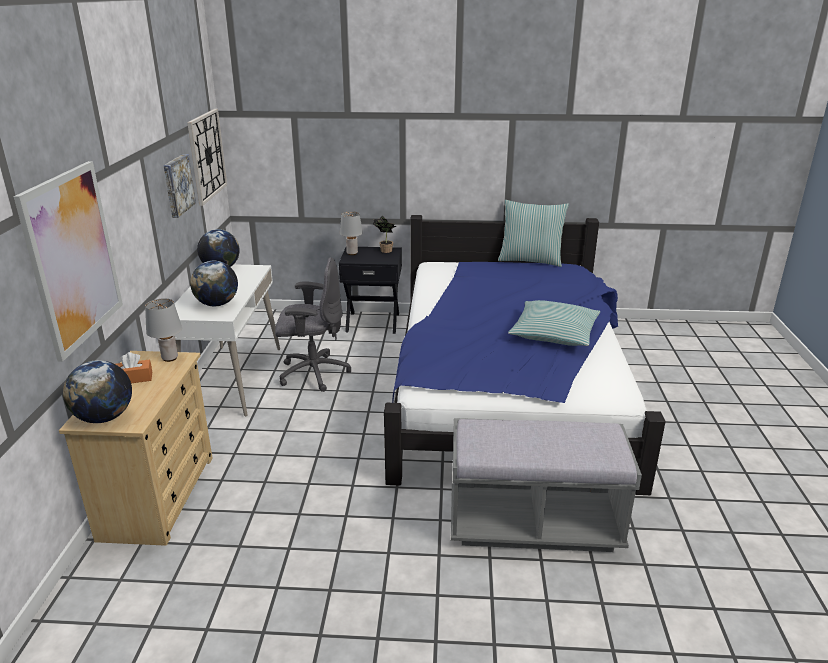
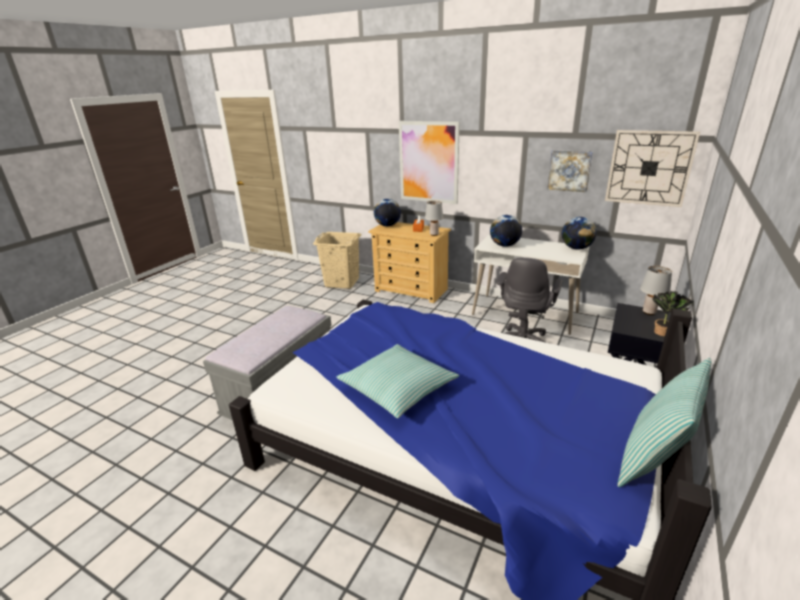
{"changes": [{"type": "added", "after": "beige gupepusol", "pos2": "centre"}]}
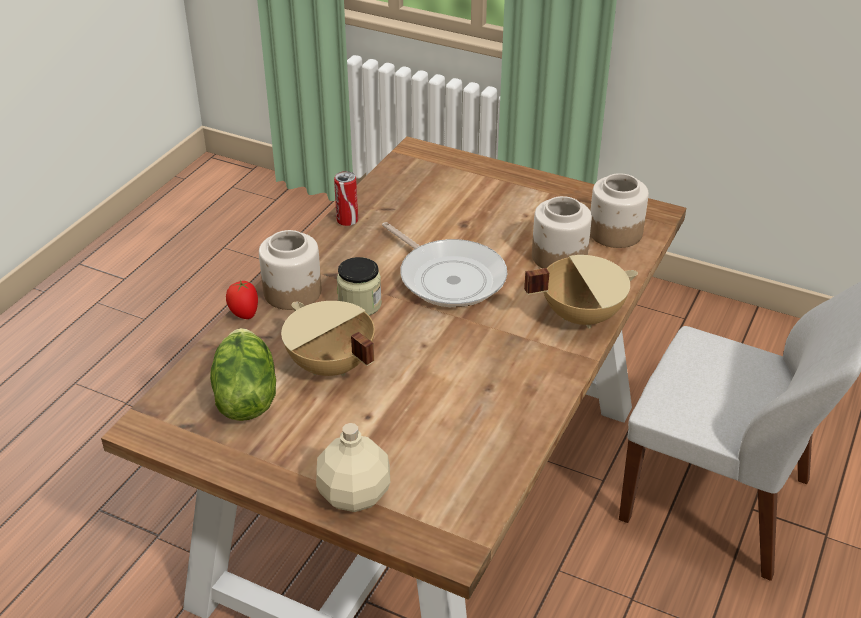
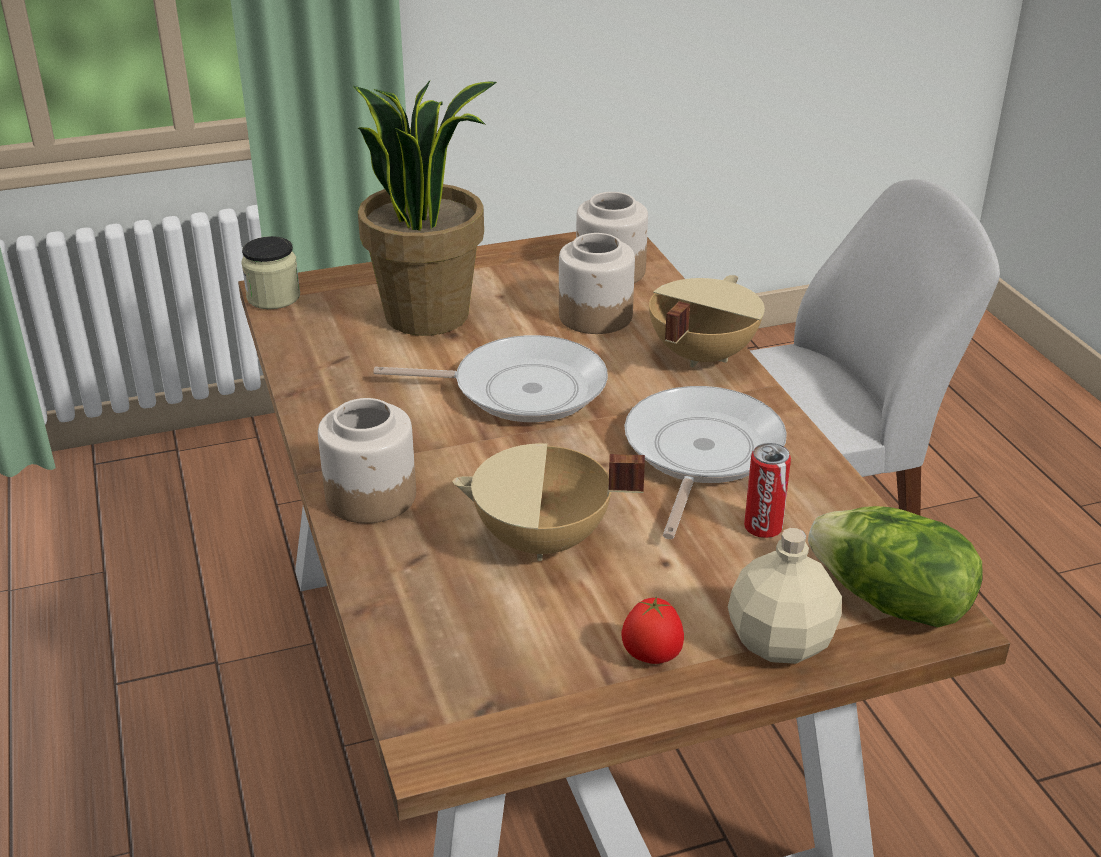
{"changes": [{"type": "moved", "before": "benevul (2nd from left in the first image)", "after": "benevul (1st from left)", "pos1": "centre", "pos2": "top left"}, {"type": "added", "after": "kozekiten", "pos2": "top centre"}, {"type": "moved", "before": "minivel", "pos1": "middle left", "pos2": "bottom centre"}, {"type": "added", "after": "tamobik (2nd from left)", "pos2": "centre"}, {"type": "moved", "before": "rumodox", "pos1": "top centre", "pos2": "middle right"}, {"type": "moved", "before": "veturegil", "pos1": "middle left", "pos2": "middle right"}]}
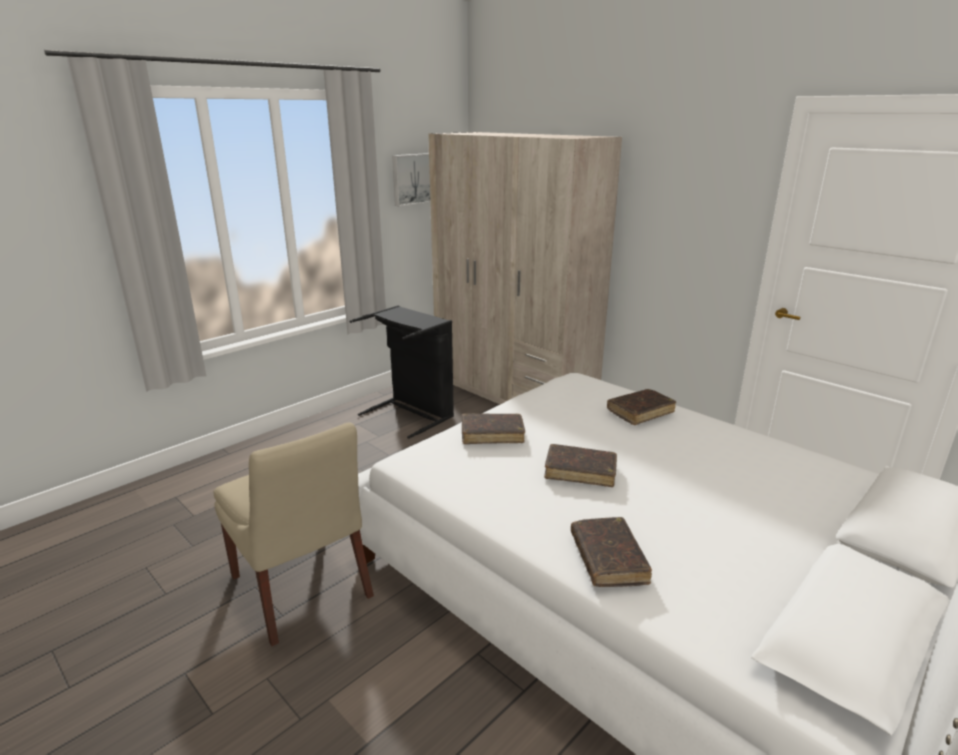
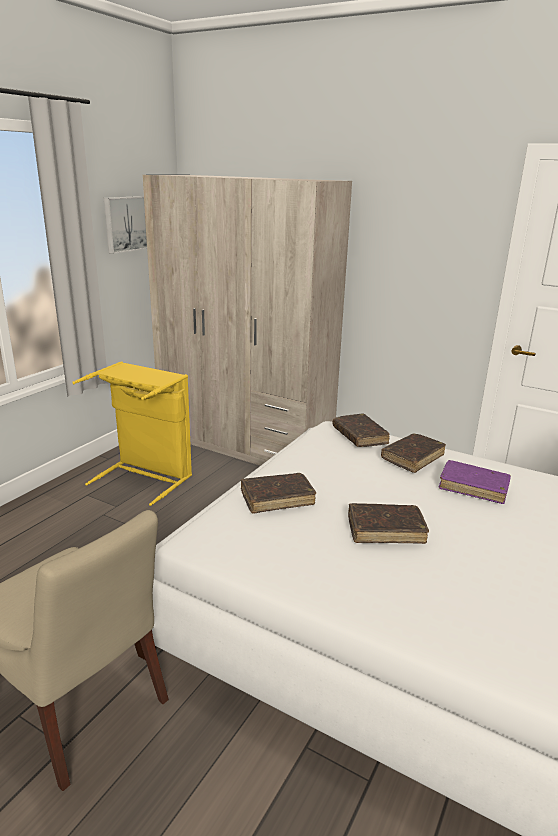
{"changes": [{"type": "recoloured", "before": "black gupepusol", "after": "yellow gupepusol", "pos1": "centre", "pos2": "middle left"}, {"type": "moved", "before": "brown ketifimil (3rd from left in the first image)", "after": "brown ketifimil (2nd from left)", "pos1": "bottom centre", "pos2": "centre"}, {"type": "added", "after": "purple ketifimil", "pos2": "middle right"}]}
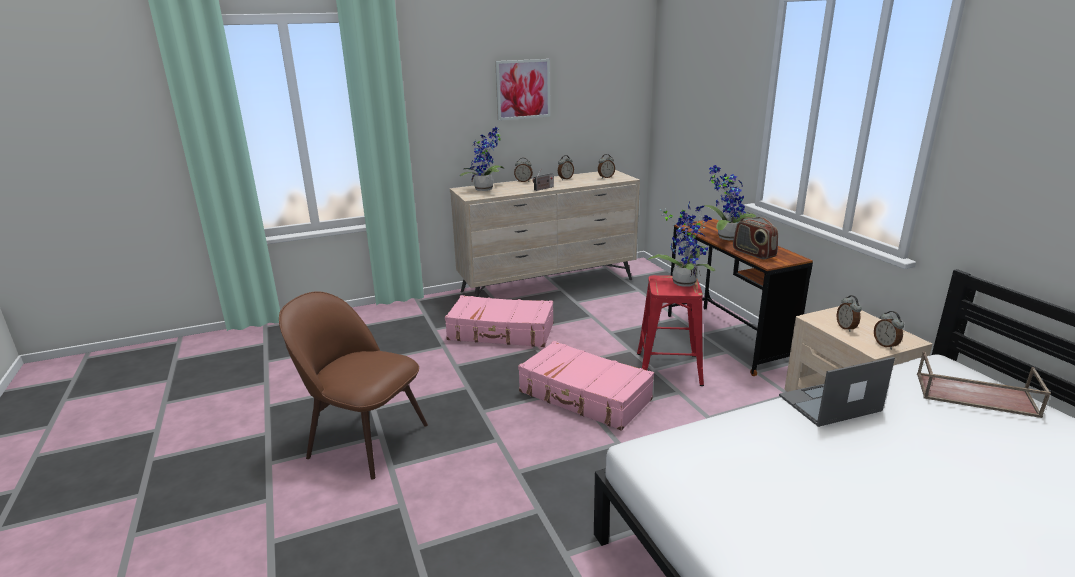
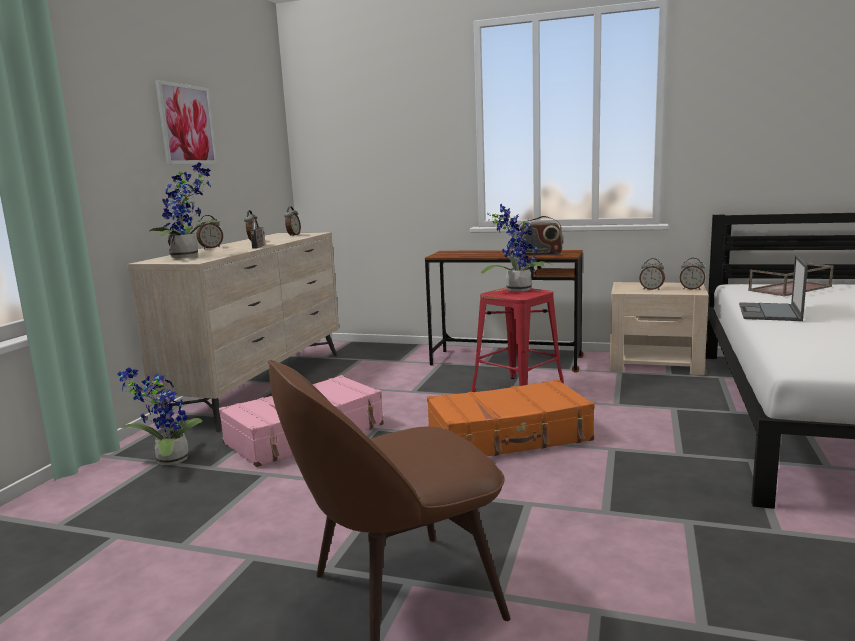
{"changes": [{"type": "moved", "before": "kozekiten (3rd from left in the first image)", "after": "kozekiten (1st from left)", "pos1": "middle right", "pos2": "middle left"}, {"type": "recoloured", "before": "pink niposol (2nd from left)", "after": "orange niposol", "pos1": "bottom centre", "pos2": "centre"}]}
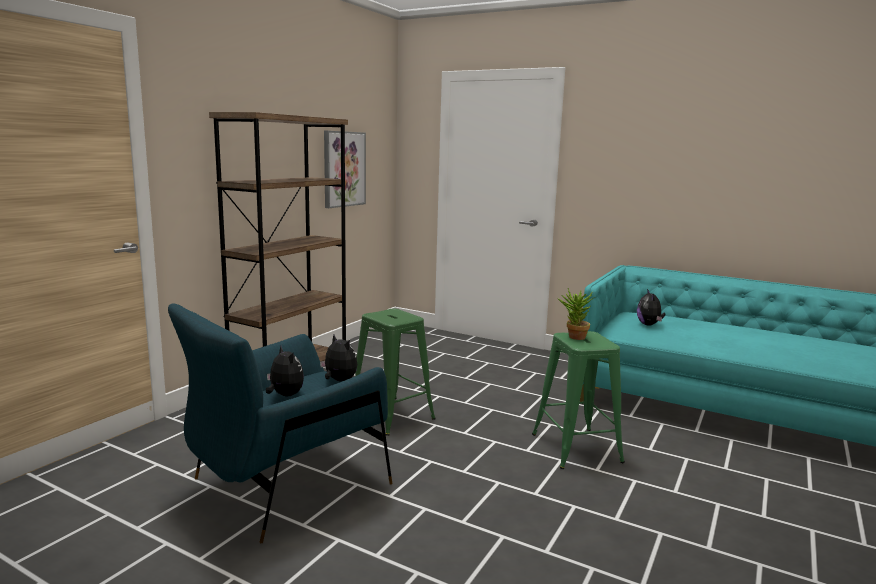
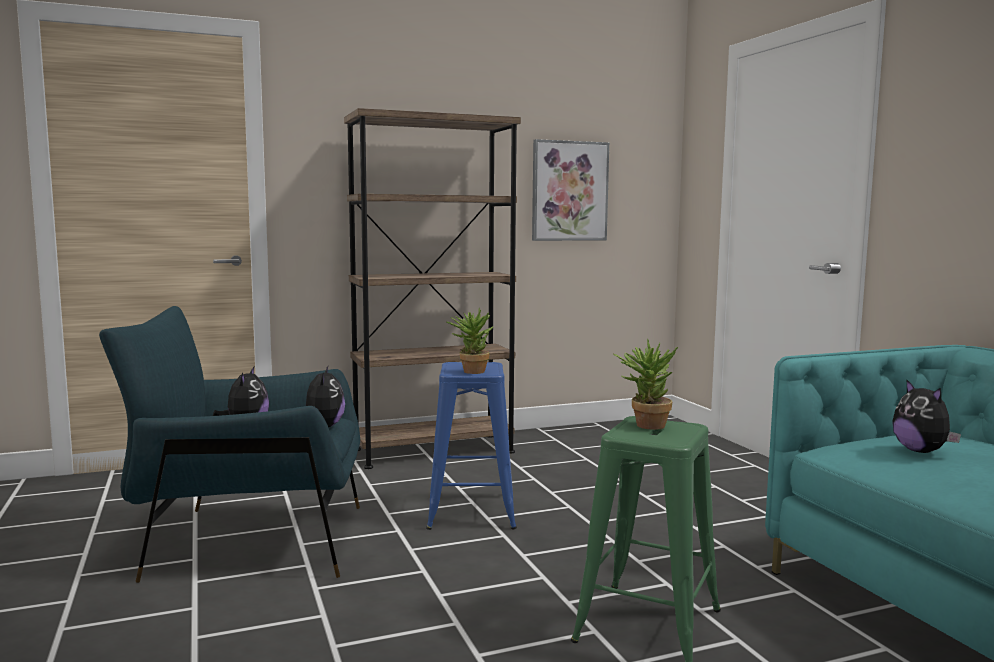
{"changes": [{"type": "recoloured", "before": "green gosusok (1st from left)", "after": "blue gosusok", "pos1": "centre", "pos2": "bottom centre"}, {"type": "added", "after": "kozekiten (1st from left)", "pos2": "centre"}, {"type": "turned", "before": "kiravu (3rd from left)", "pos1": "middle right", "pos2": "middle right", "turn": -60}]}
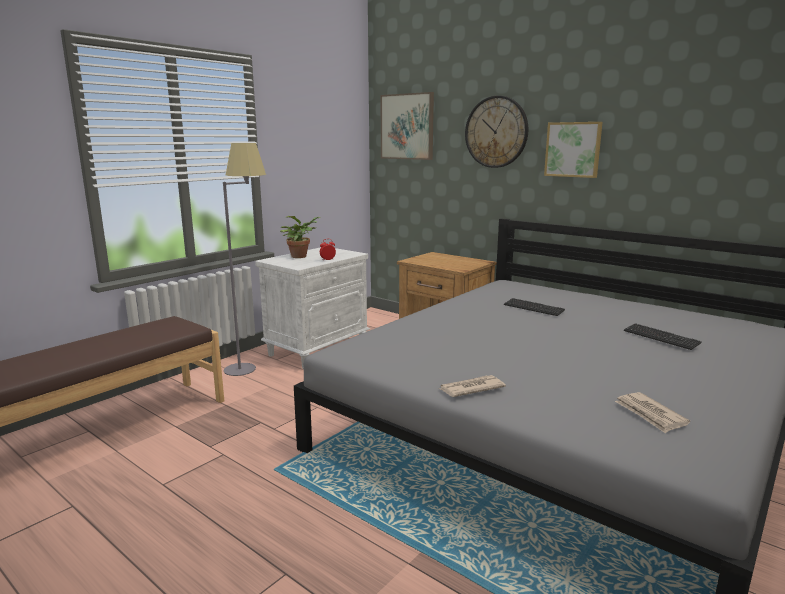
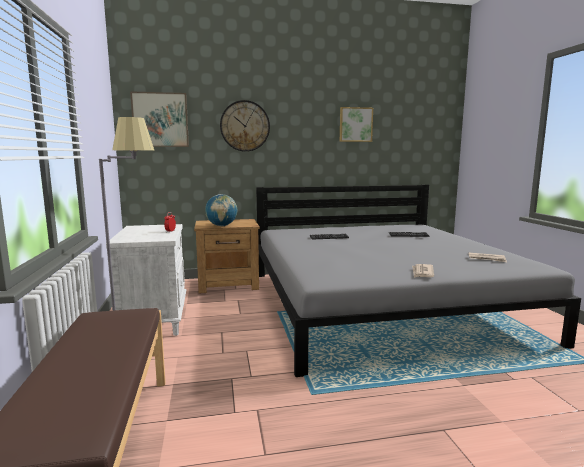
{"changes": [{"type": "added", "after": "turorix", "pos2": "centre"}, {"type": "moved", "before": "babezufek (2nd from left)", "pos1": "top right", "pos2": "top centre"}, {"type": "removed", "before": "kozekiten", "pos1": "centre"}]}
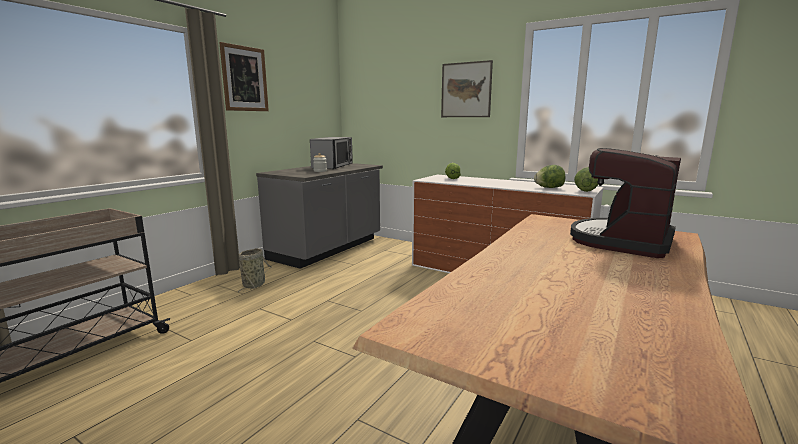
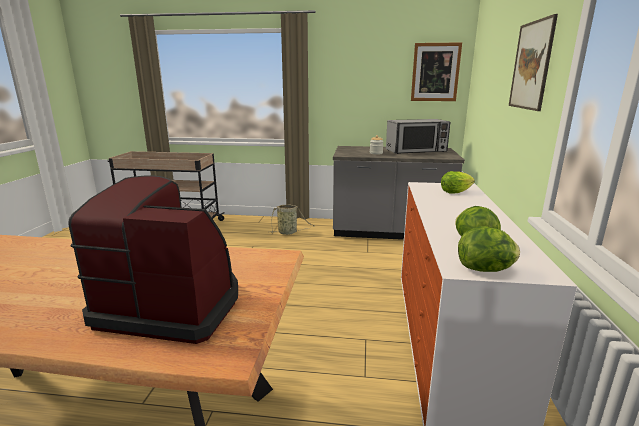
{"changes": [{"type": "moved", "before": "babezufek (1st from left)", "pos1": "top left", "pos2": "top right"}]}
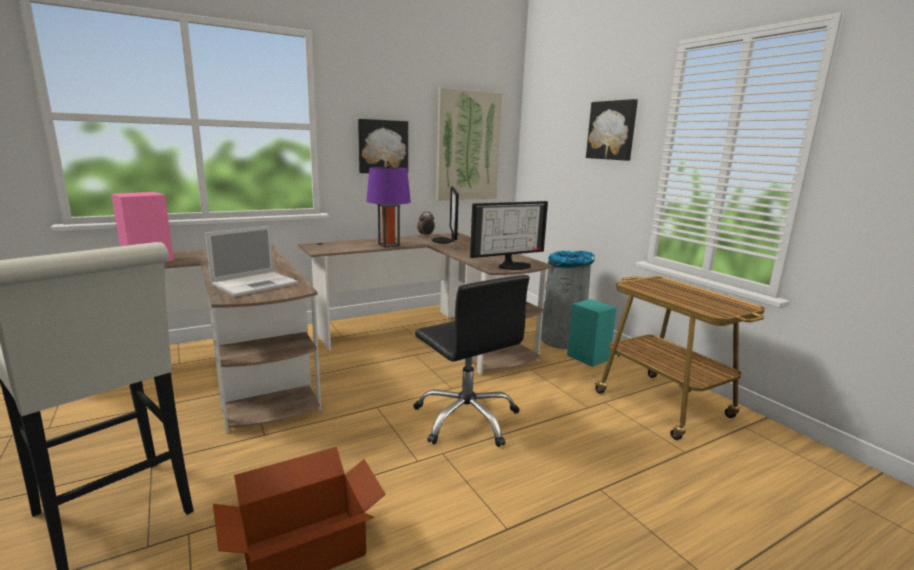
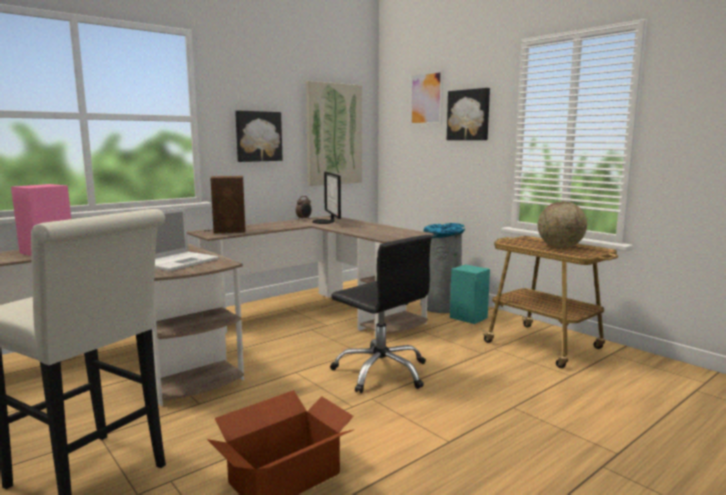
{"changes": [{"type": "added", "after": "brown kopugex", "pos2": "middle left"}, {"type": "added", "after": "babezufek (3rd from left)", "pos2": "top centre"}, {"type": "added", "after": "turorix", "pos2": "middle right"}, {"type": "removed", "before": "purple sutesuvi", "pos1": "centre"}, {"type": "removed", "before": "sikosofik (2nd from left)", "pos1": "centre"}]}
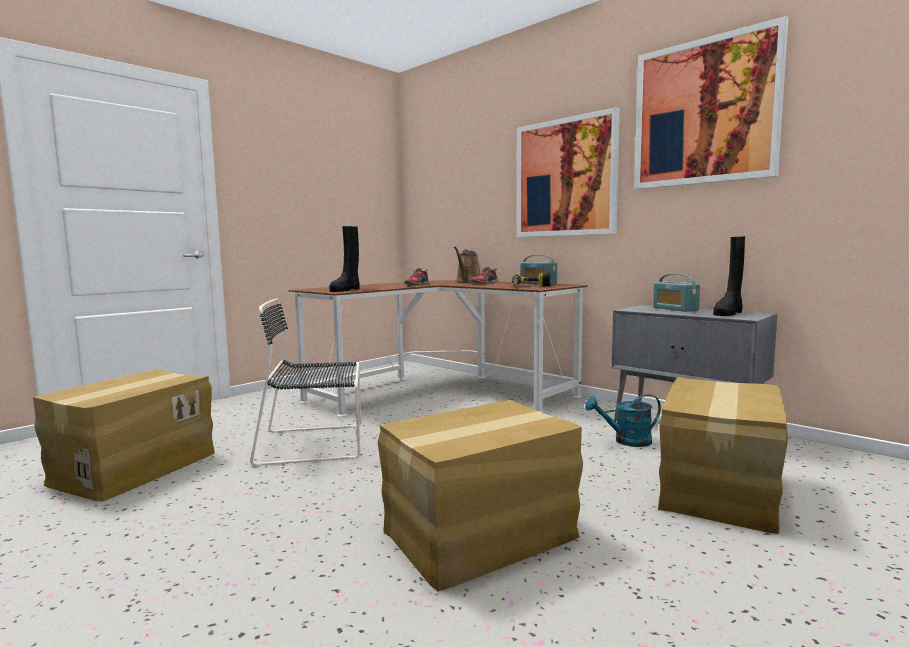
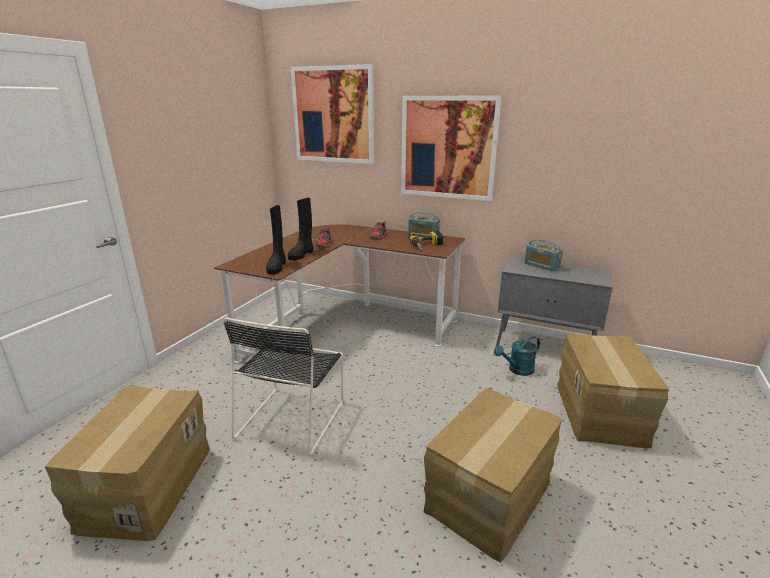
{"changes": [{"type": "turned", "before": "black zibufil", "pos1": "centre", "pos2": "bottom centre", "turn": -45}, {"type": "moved", "before": "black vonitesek (2nd from left)", "pos1": "middle right", "pos2": "centre"}, {"type": "moved", "before": "babezufek (2nd from left in the first image)", "after": "babezufek (1st from left)", "pos1": "top right", "pos2": "top centre"}, {"type": "removed", "before": "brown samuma", "pos1": "centre"}]}
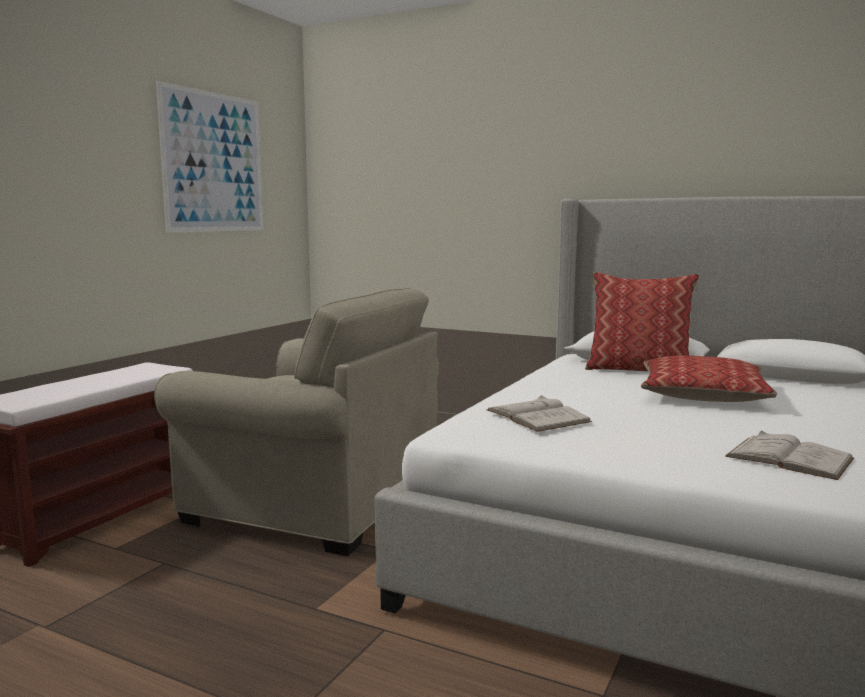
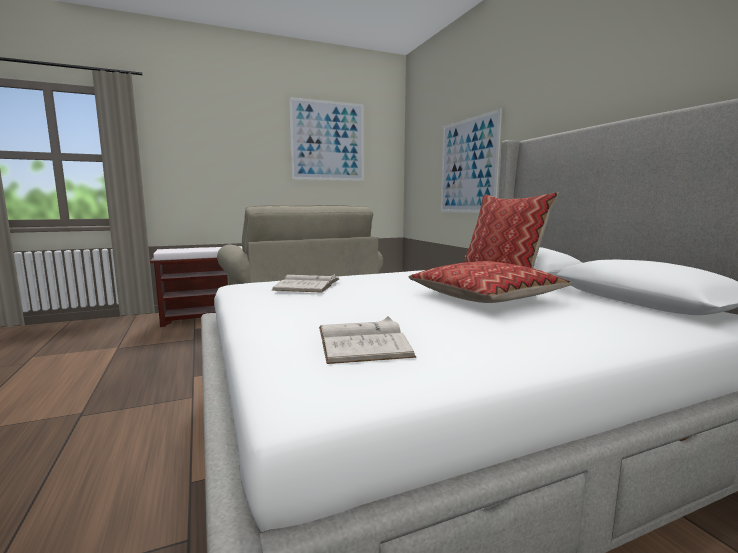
{"changes": [{"type": "added", "after": "babezufek (2nd from left)", "pos2": "top centre"}]}
